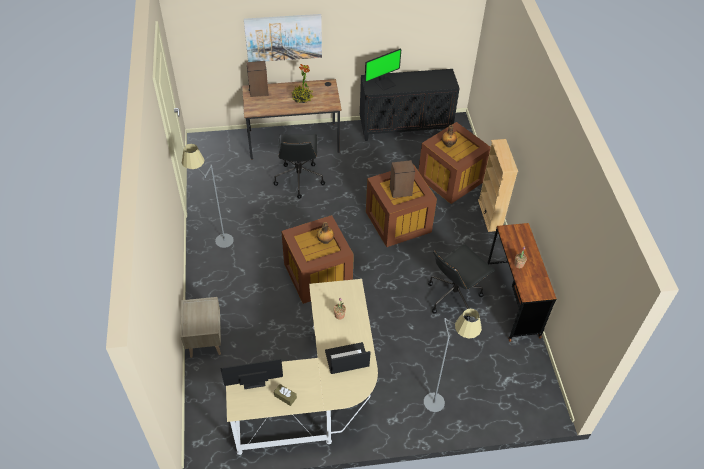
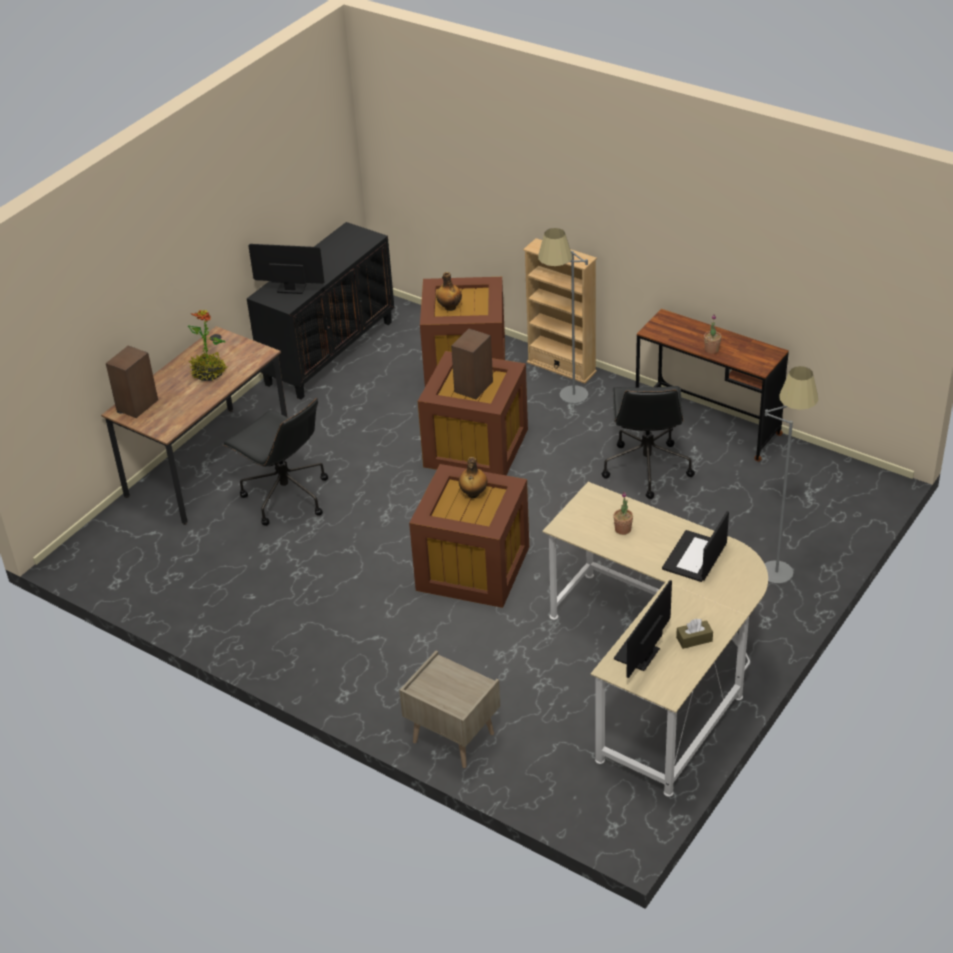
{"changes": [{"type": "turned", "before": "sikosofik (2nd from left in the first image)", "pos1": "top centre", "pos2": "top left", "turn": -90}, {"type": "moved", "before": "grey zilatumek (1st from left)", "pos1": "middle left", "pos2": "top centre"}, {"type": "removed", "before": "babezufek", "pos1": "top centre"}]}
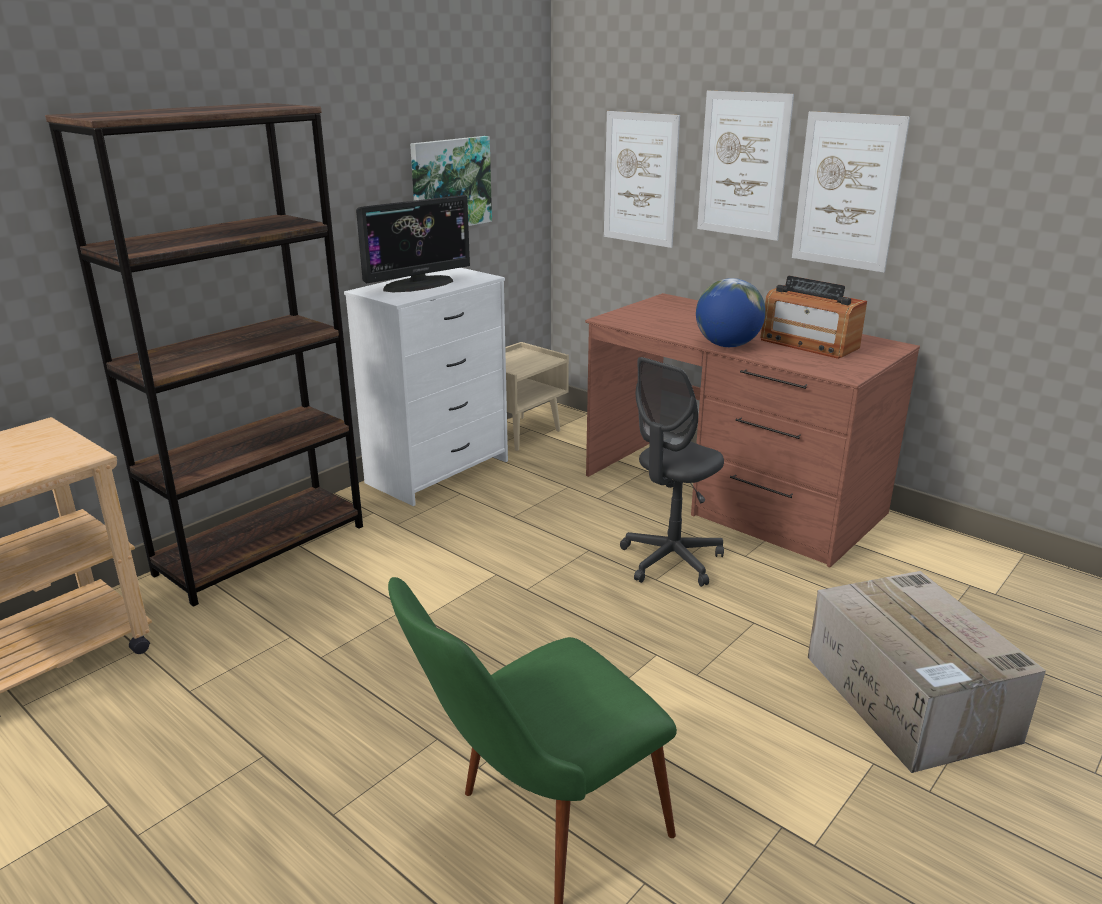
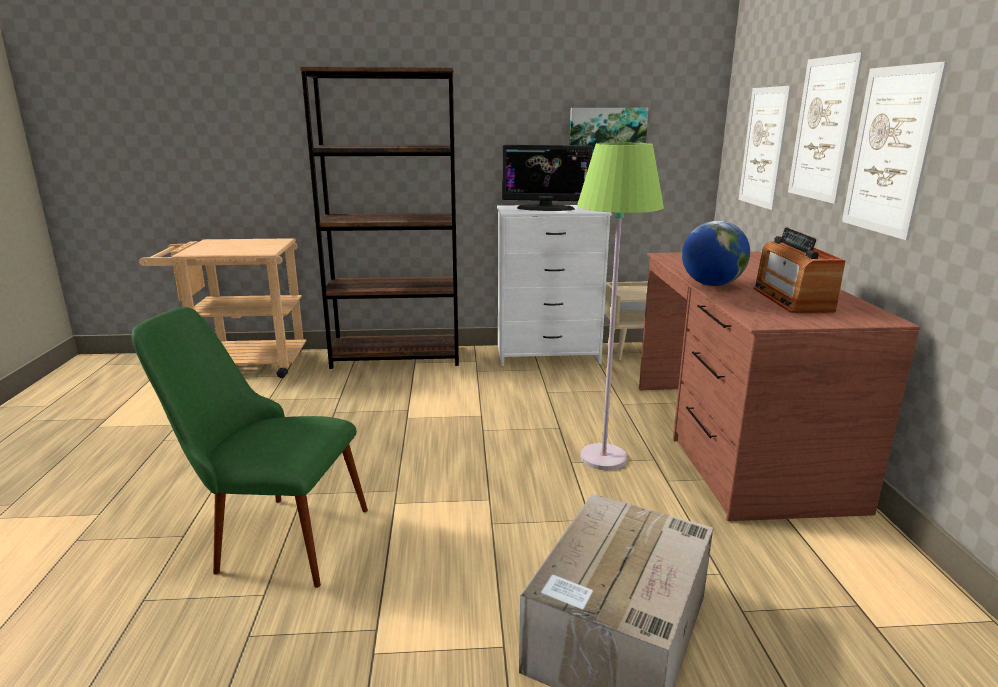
{"changes": [{"type": "replaced", "before": "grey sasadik", "after": "green zilatumek", "pos1": "centre", "pos2": "centre"}]}
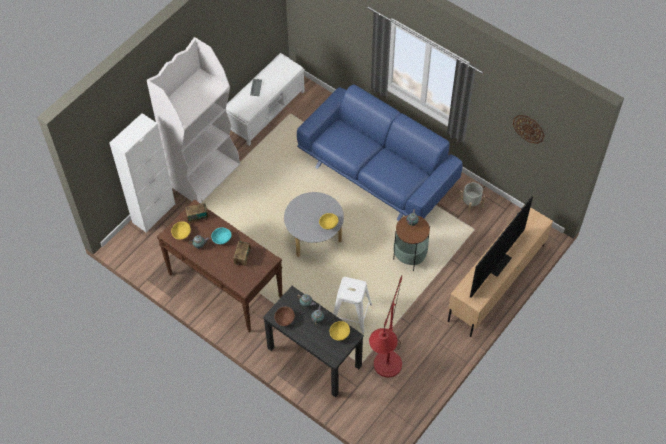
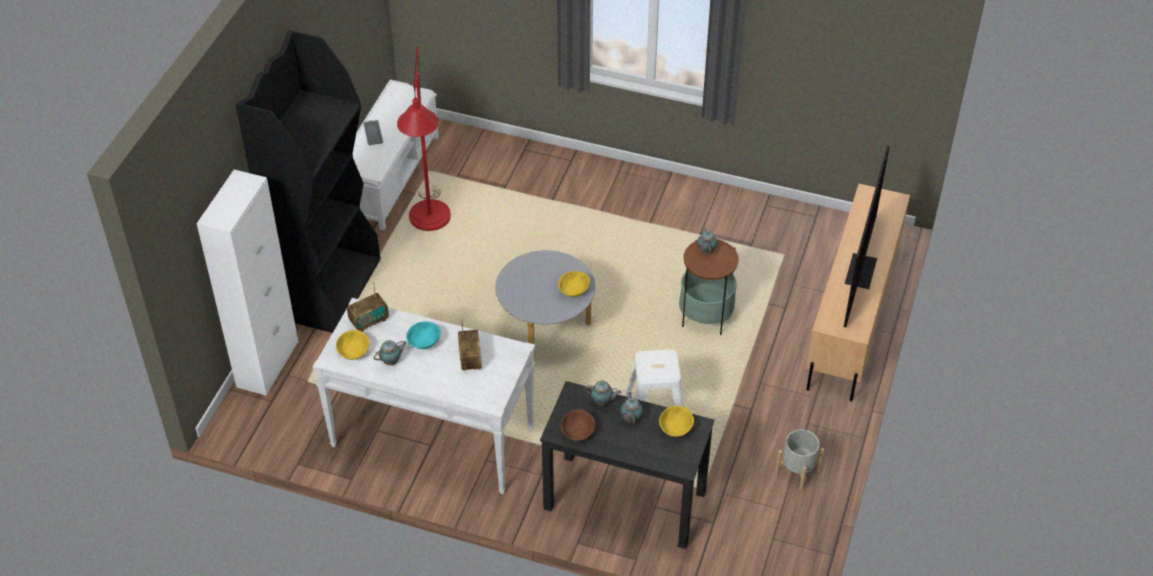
{"changes": [{"type": "recoloured", "before": "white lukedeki", "after": "black lukedeki", "pos1": "top left", "pos2": "top left"}, {"type": "recoloured", "before": "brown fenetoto", "after": "white fenetoto", "pos1": "middle left", "pos2": "bottom centre"}, {"type": "moved", "before": "red zilatumek", "pos1": "bottom centre", "pos2": "top centre"}, {"type": "moved", "before": "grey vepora", "pos1": "middle right", "pos2": "bottom right"}, {"type": "removed", "before": "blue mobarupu", "pos1": "centre"}, {"type": "removed", "before": "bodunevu", "pos1": "top right"}]}
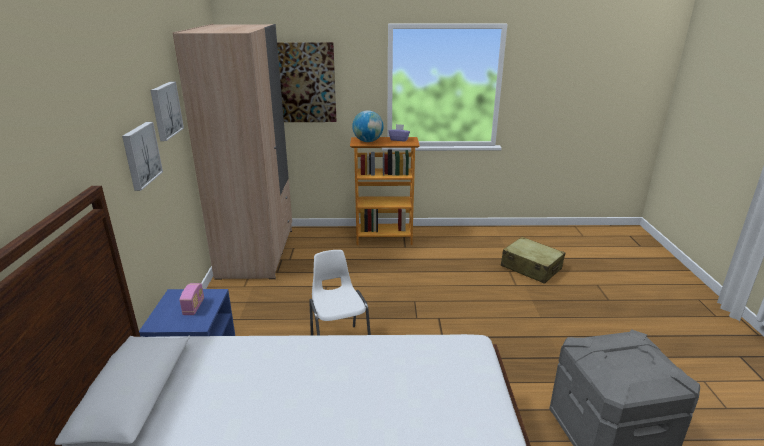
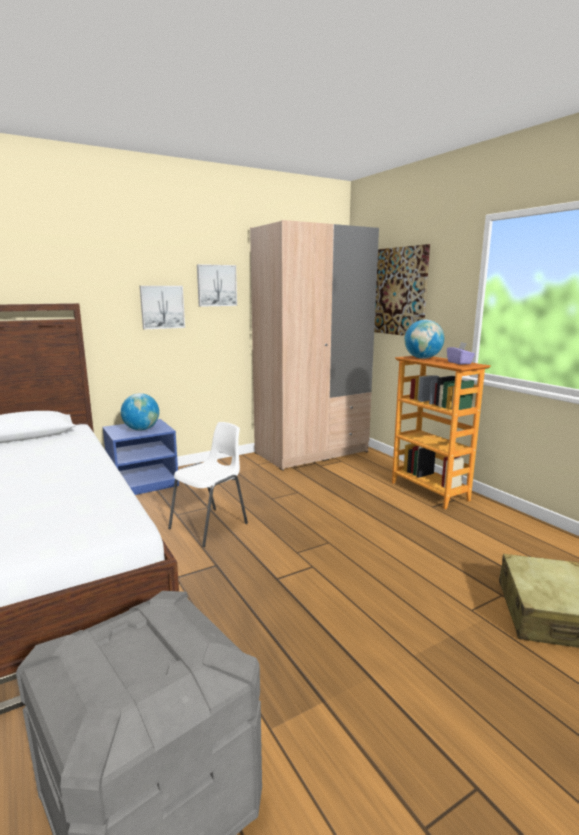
{"changes": [{"type": "replaced", "before": "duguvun", "after": "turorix (1st from left)", "pos1": "bottom left", "pos2": "middle left"}]}
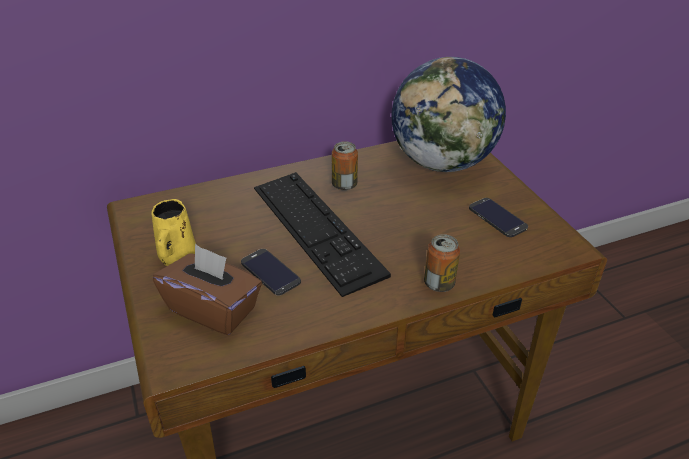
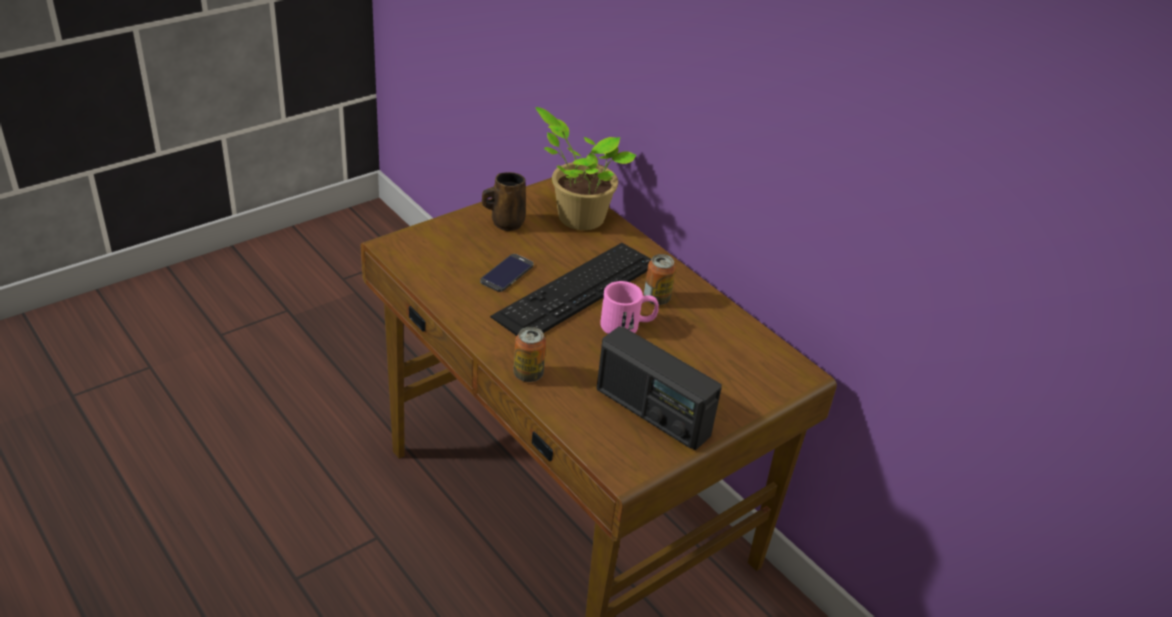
{"changes": [{"type": "recoloured", "before": "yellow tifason", "after": "brown tifason", "pos1": "middle left", "pos2": "top centre"}, {"type": "added", "after": "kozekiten", "pos2": "top centre"}, {"type": "replaced", "before": "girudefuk (2nd from left)", "after": "duguvun", "pos1": "middle right", "pos2": "centre"}, {"type": "added", "after": "pink tifason", "pos2": "centre"}, {"type": "removed", "before": "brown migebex", "pos1": "middle left"}, {"type": "removed", "before": "turorix", "pos1": "top centre"}]}
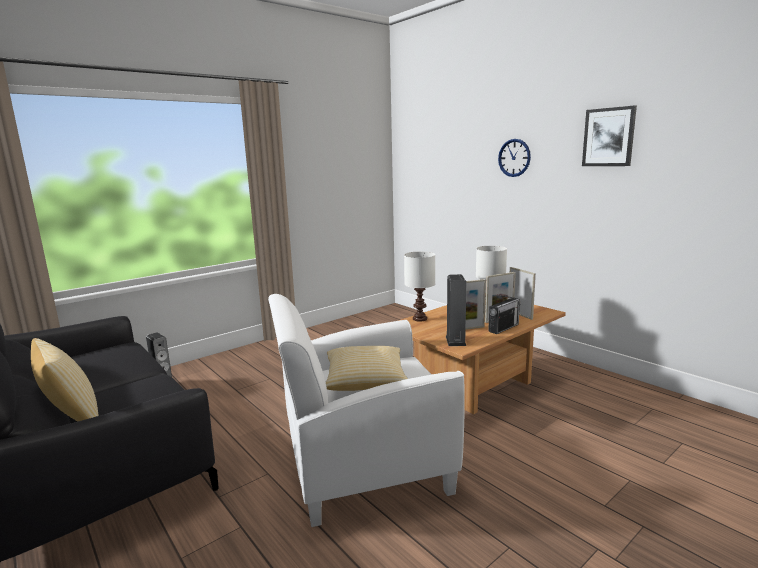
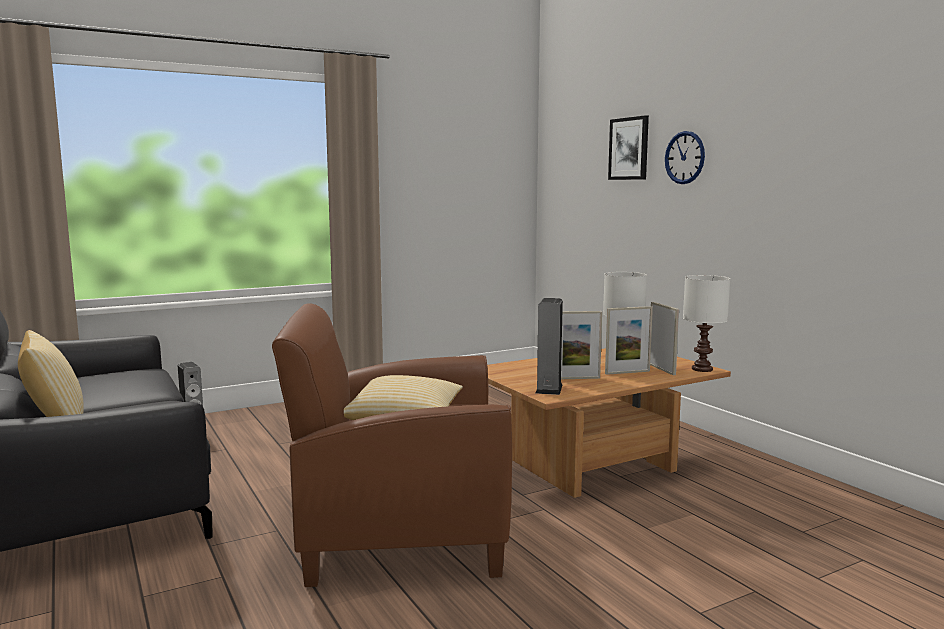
{"changes": [{"type": "recoloured", "before": "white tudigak", "after": "brown tudigak", "pos1": "bottom centre", "pos2": "bottom centre"}, {"type": "moved", "before": "babezufek", "pos1": "top right", "pos2": "top centre"}, {"type": "moved", "before": "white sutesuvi (1st from left in the first image)", "after": "white sutesuvi (2nd from left)", "pos1": "centre", "pos2": "middle right"}, {"type": "removed", "before": "duguvun", "pos1": "centre"}]}
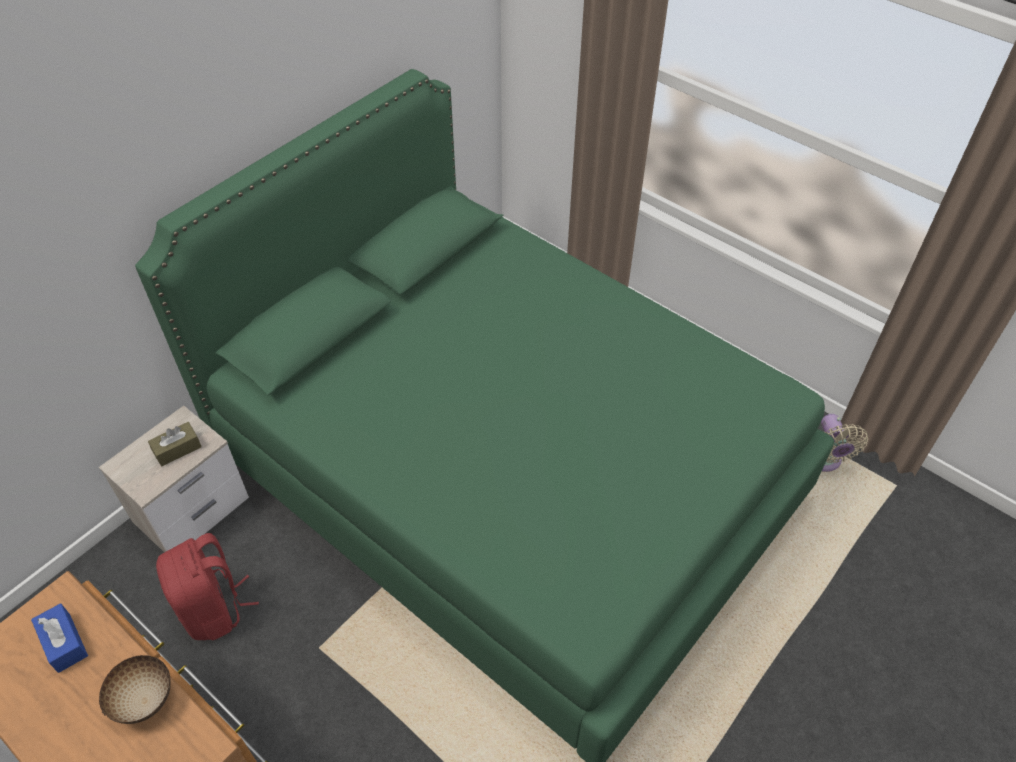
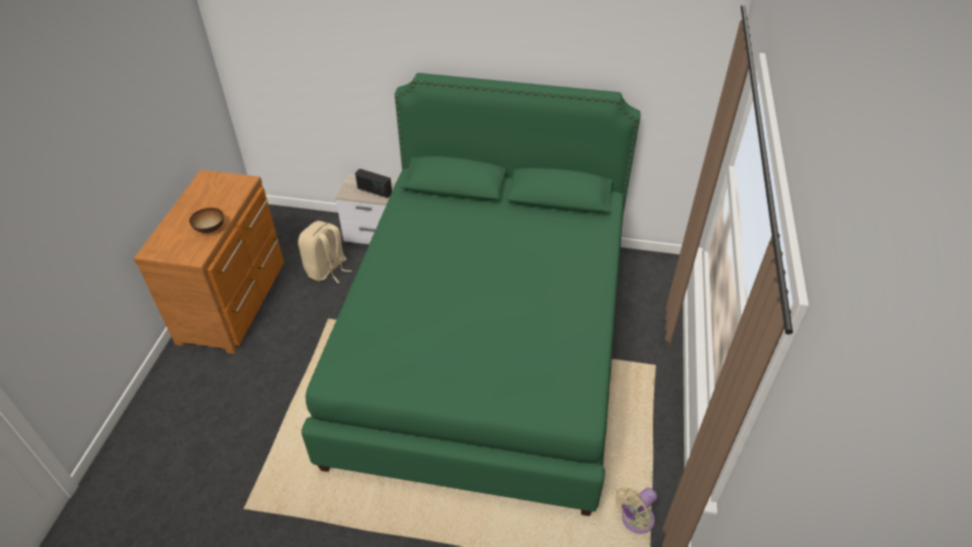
{"changes": [{"type": "recoloured", "before": "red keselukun", "after": "beige keselukun", "pos1": "bottom left", "pos2": "centre"}, {"type": "replaced", "before": "brown migebex", "after": "duguvun", "pos1": "middle left", "pos2": "centre"}, {"type": "removed", "before": "blue migebex", "pos1": "bottom left"}]}
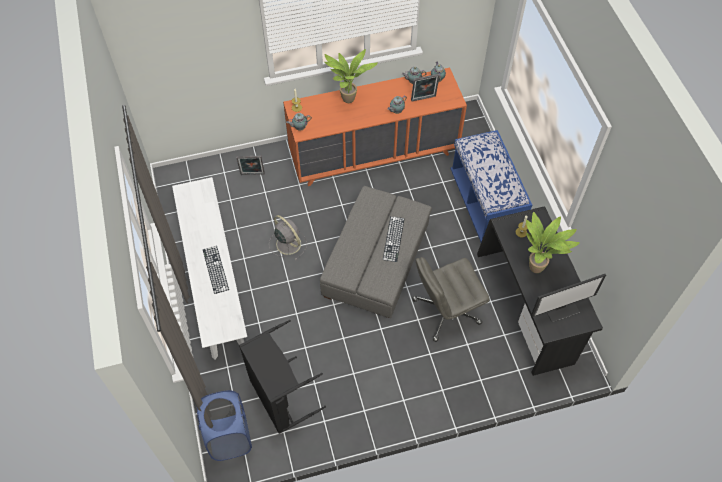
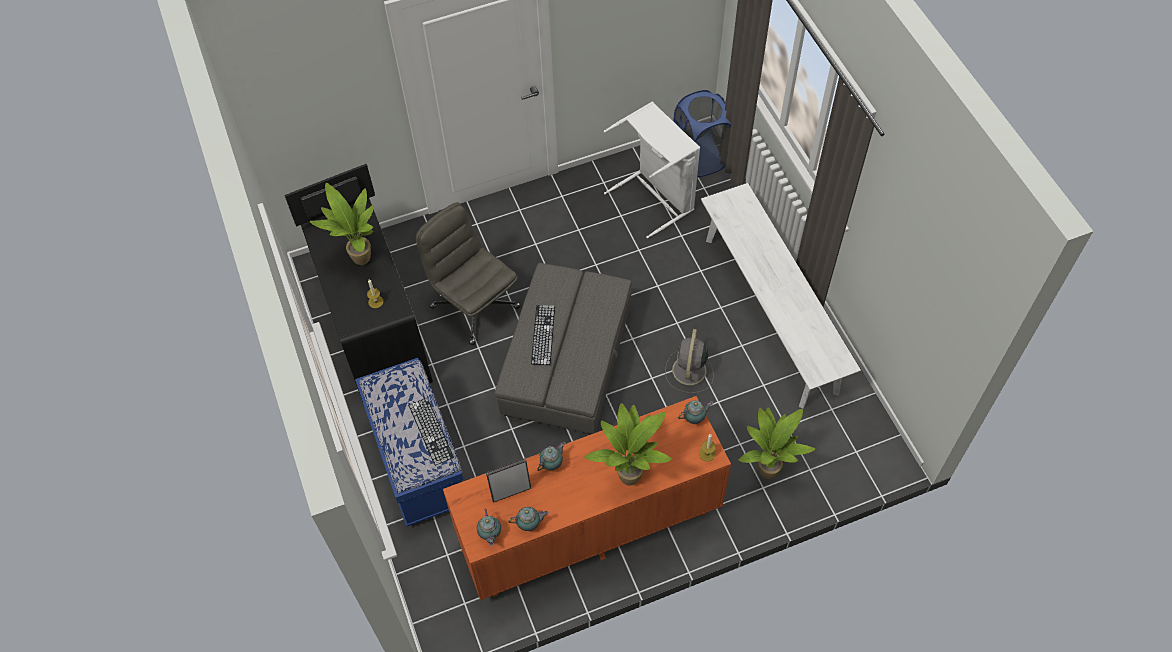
{"changes": [{"type": "moved", "before": "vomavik (1st from left)", "pos1": "middle left", "pos2": "centre"}, {"type": "turned", "before": "grey sasadik", "pos1": "centre", "pos2": "centre", "turn": -105}, {"type": "recoloured", "before": "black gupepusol", "after": "white gupepusol", "pos1": "bottom centre", "pos2": "top centre"}, {"type": "turned", "before": "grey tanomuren", "pos1": "centre", "pos2": "centre", "turn": 60}, {"type": "replaced", "before": "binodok (1st from left)", "after": "kozekiten (3rd from left)", "pos1": "centre", "pos2": "bottom centre"}]}
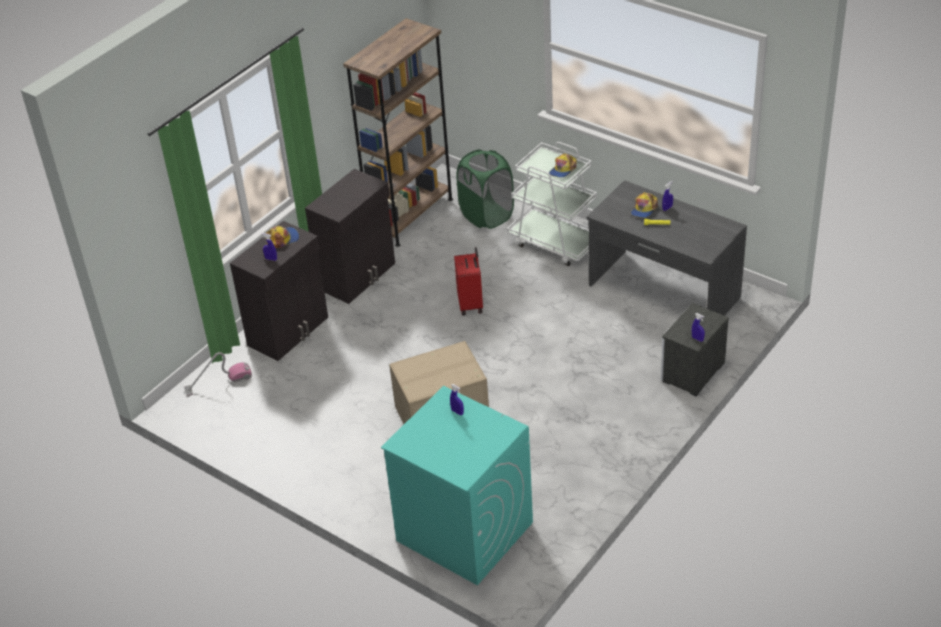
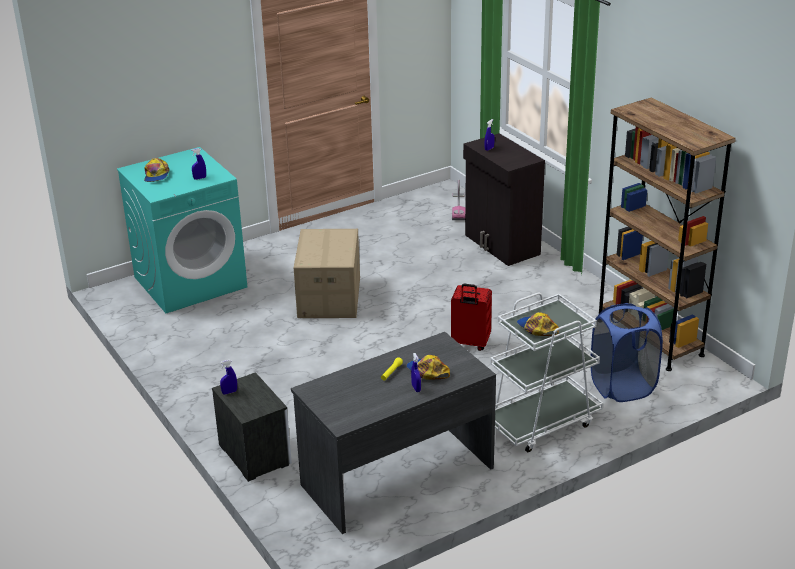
{"changes": [{"type": "moved", "before": "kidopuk (1st from left)", "pos1": "middle left", "pos2": "top left"}, {"type": "recoloured", "before": "green gupepusol", "after": "blue gupepusol", "pos1": "top centre", "pos2": "middle right"}, {"type": "removed", "before": "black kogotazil (2nd from left)", "pos1": "centre"}]}
